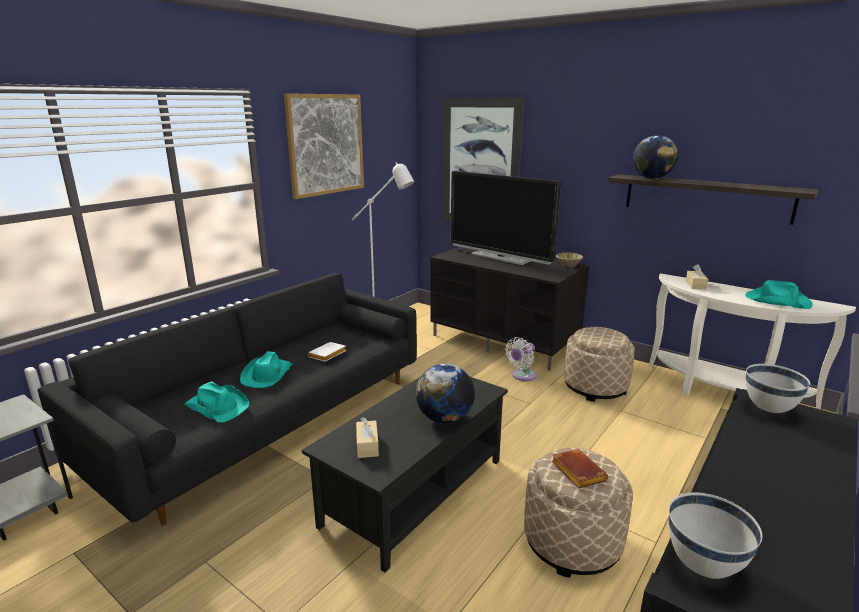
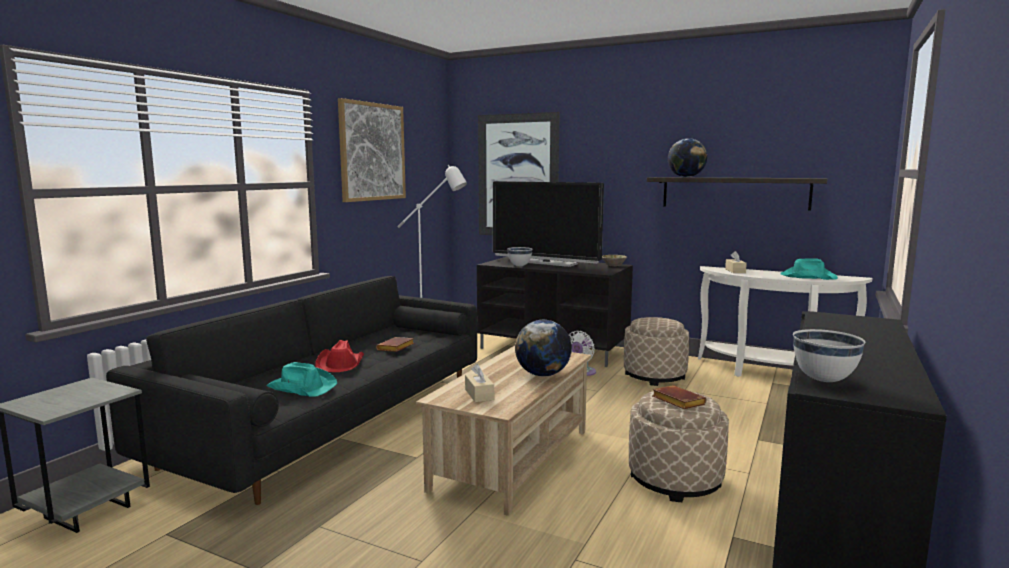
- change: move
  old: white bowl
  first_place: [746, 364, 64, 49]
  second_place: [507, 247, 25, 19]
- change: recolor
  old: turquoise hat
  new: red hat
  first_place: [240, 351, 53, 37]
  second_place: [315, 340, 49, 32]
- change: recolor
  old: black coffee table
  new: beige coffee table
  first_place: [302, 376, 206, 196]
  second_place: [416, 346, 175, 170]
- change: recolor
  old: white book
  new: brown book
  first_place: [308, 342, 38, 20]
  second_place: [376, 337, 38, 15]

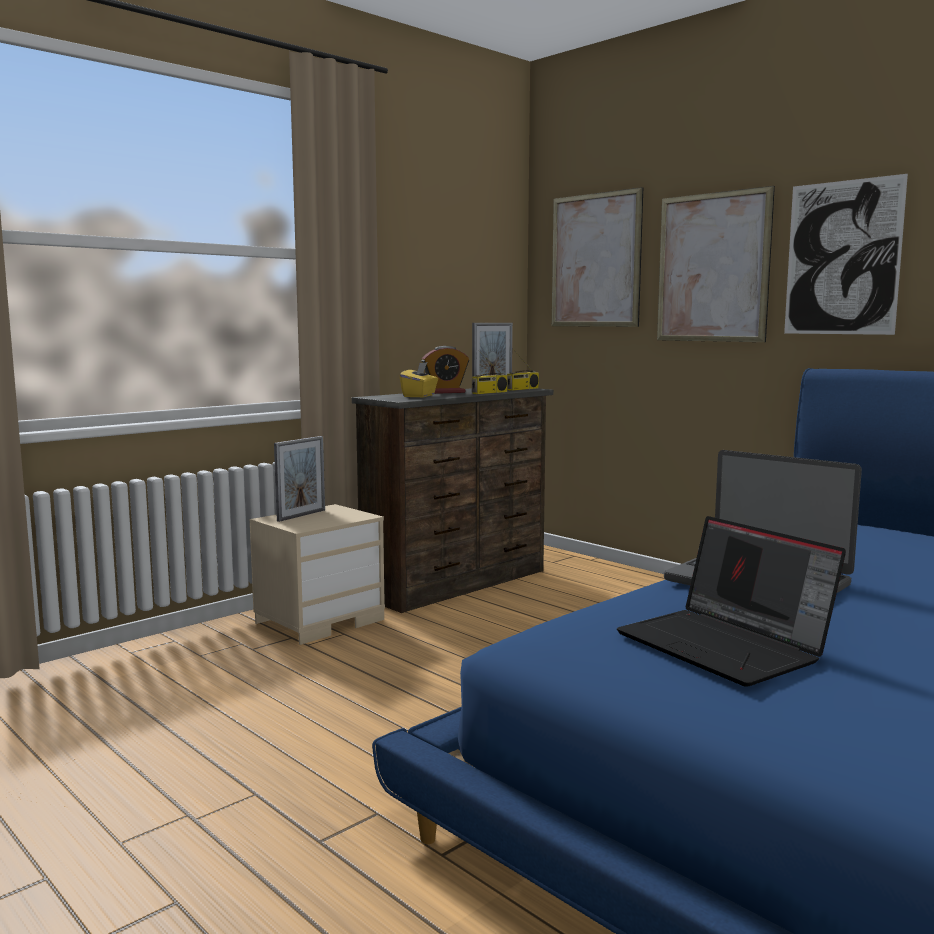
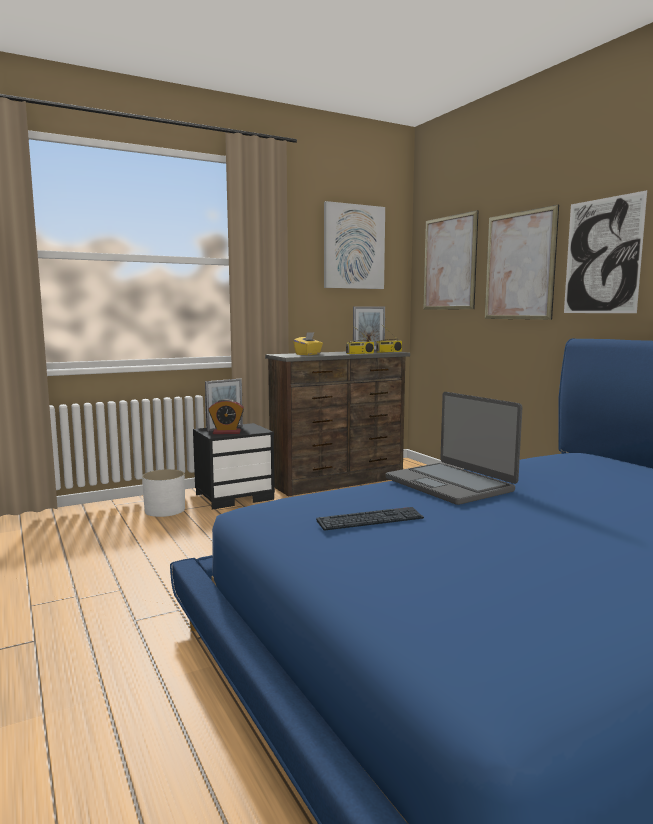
- change: insert
  new: white planter
  second_place: [142, 469, 43, 48]
- change: insert
  new: picture
  second_place: [324, 201, 61, 88]
- change: move
  old: alarm clock
  first_place: [422, 346, 47, 48]
  second_place: [208, 399, 36, 35]
- change: replace
  old: laptop
  new: keyboard
  first_place: [617, 516, 229, 171]
  second_place: [316, 507, 108, 24]
- change: recolor
  old: beige nightstand
  new: black nightstand
  first_place: [250, 504, 135, 141]
  second_place: [193, 423, 82, 87]

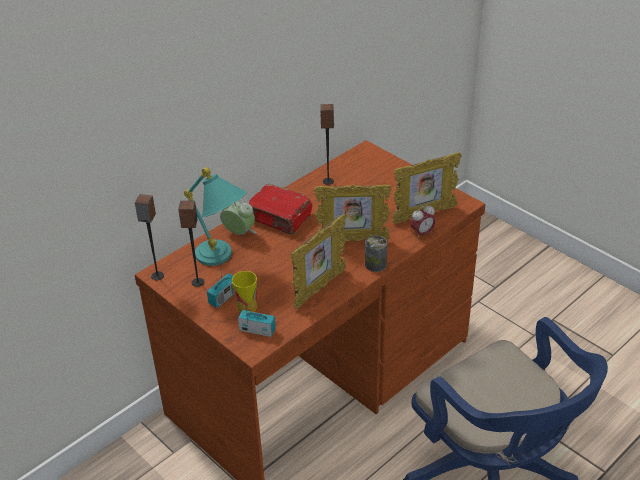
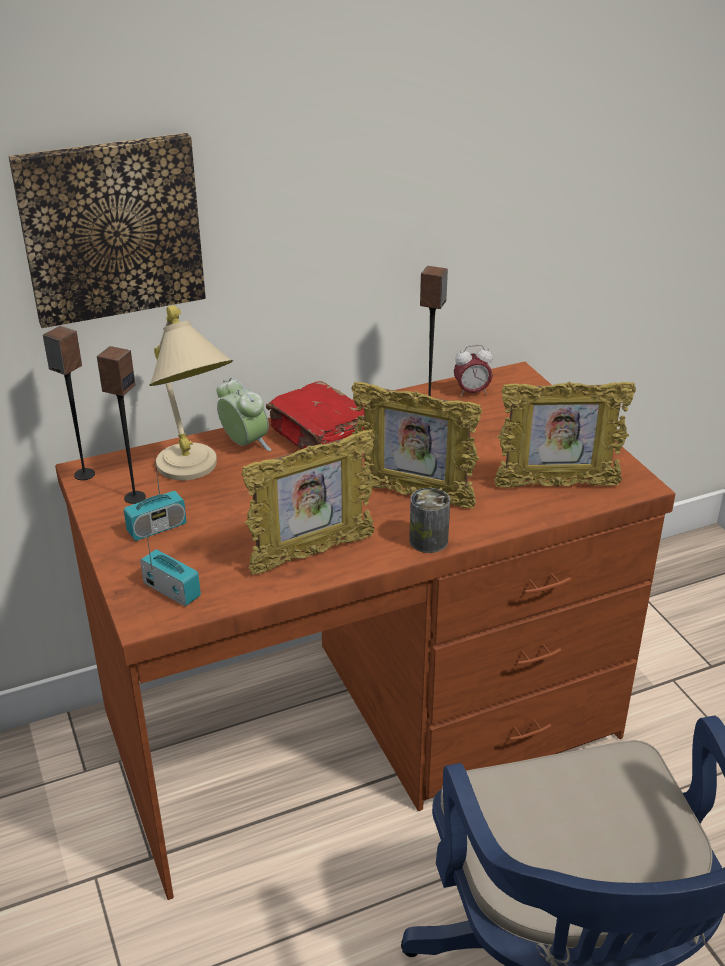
- change: delete
  old: cup
  first_place: [232, 271, 25, 42]
- change: insert
  new: picture
  second_place: [8, 133, 198, 195]
- change: move
  old: alarm clock
  first_place: [410, 205, 26, 34]
  second_place: [454, 345, 39, 52]
- change: recolor
  old: turquoise table lamp
  new: beige table lamp
  first_place: [184, 167, 63, 99]
  second_place: [149, 305, 84, 175]

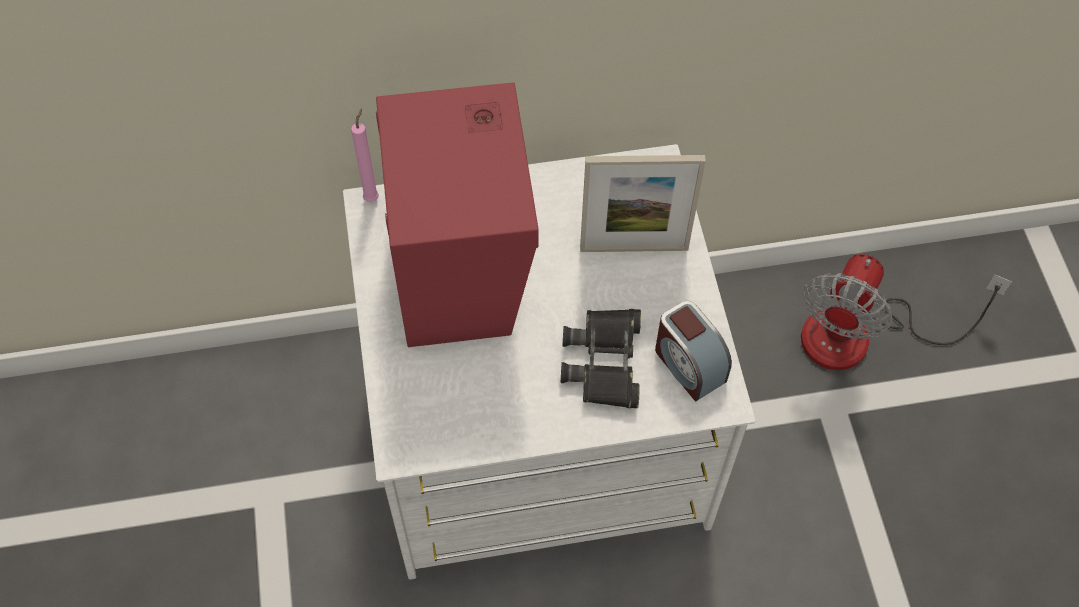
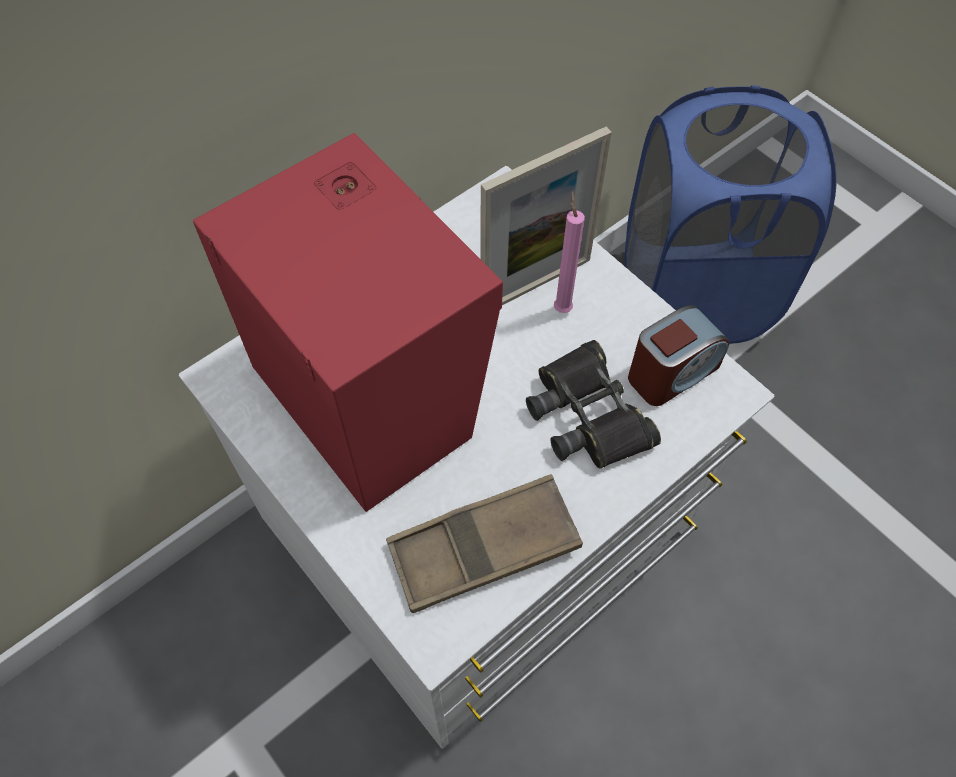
- change: insert
  new: brown tray
  second_place: [386, 474, 197, 139]
- change: move
  old: pink candle
  first_place: [351, 109, 28, 93]
  second_place: [554, 191, 31, 122]
- change: replace
  old: fan
  new: blue laundry basket
  first_place: [801, 254, 211, 116]
  second_place: [625, 85, 212, 259]
- change: rotate
  old: alarm clock
  first_place: [655, 301, 77, 100]
  second_place: [628, 305, 101, 101]
  degrees: -60

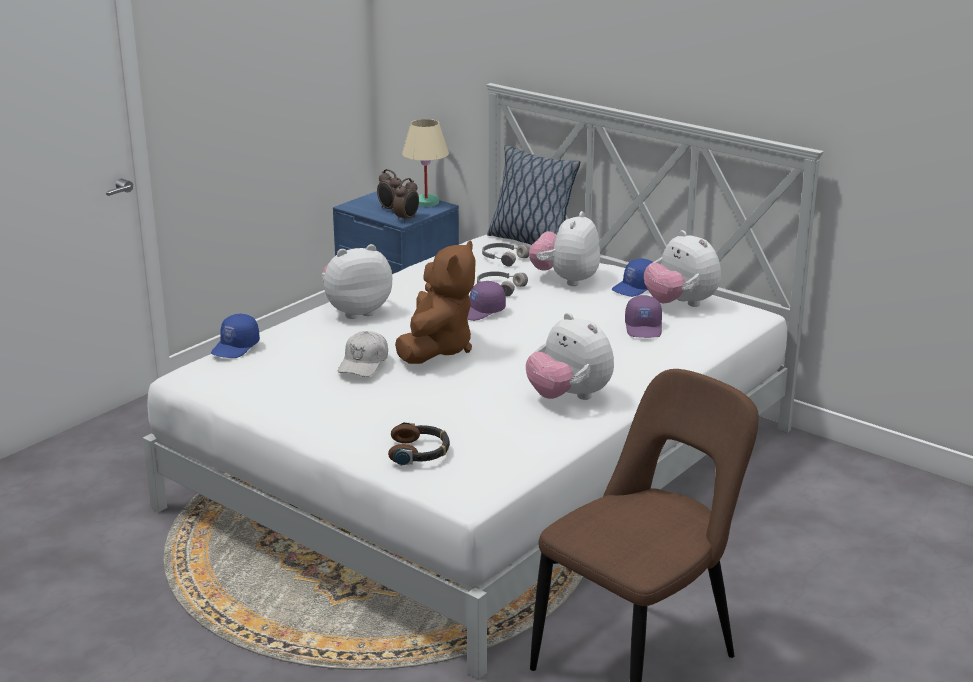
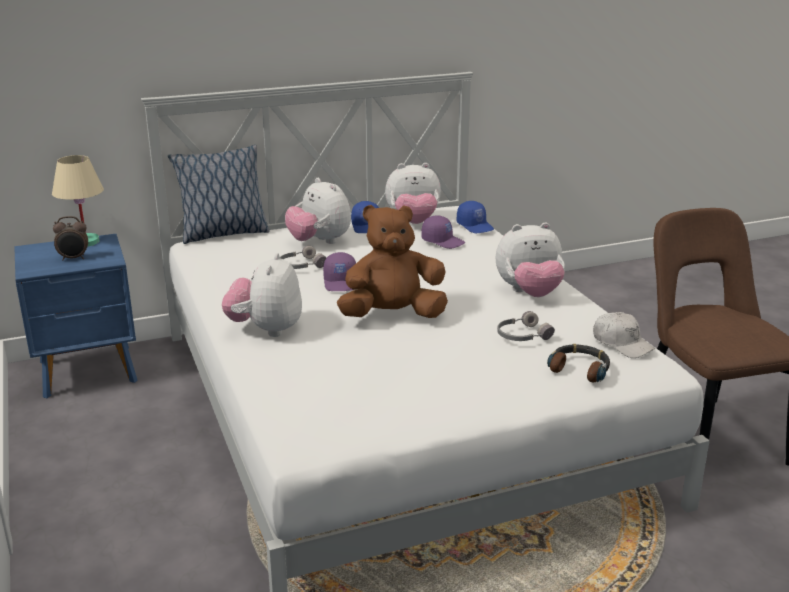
- change: delete
  old: alarm clock
  first_place: [393, 178, 26, 45]
- change: move
  old: blue cap
  first_place: [211, 314, 49, 44]
  second_place: [457, 201, 37, 32]
- change: move
  old: white cap
  first_place: [338, 331, 50, 46]
  second_place: [593, 312, 62, 46]
- change: move
  old: grey headphones
  first_place: [482, 243, 48, 24]
  second_place: [497, 311, 58, 30]
- change: rotate
  old: brown plush toy
  first_place: [395, 240, 81, 124]
  second_place: [337, 205, 111, 113]
  degrees: -60

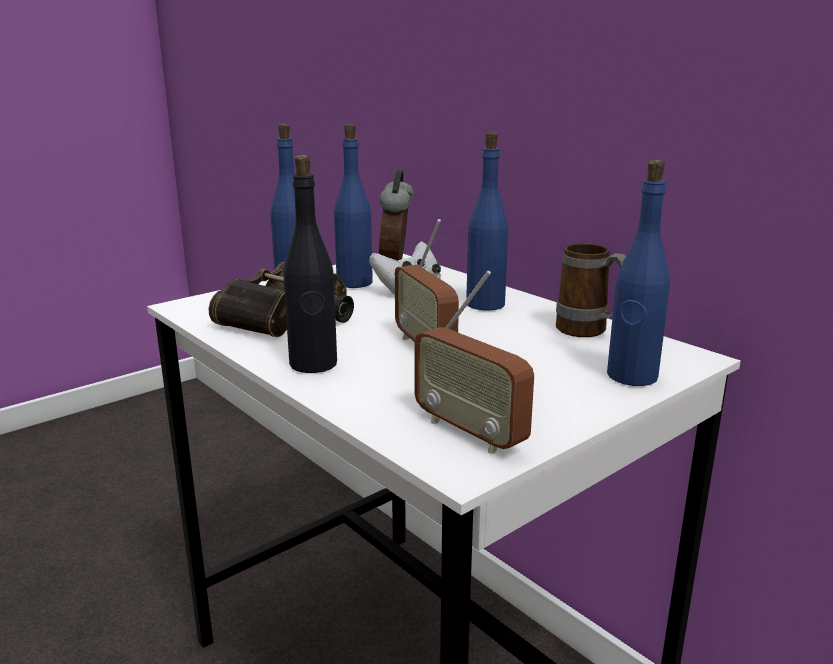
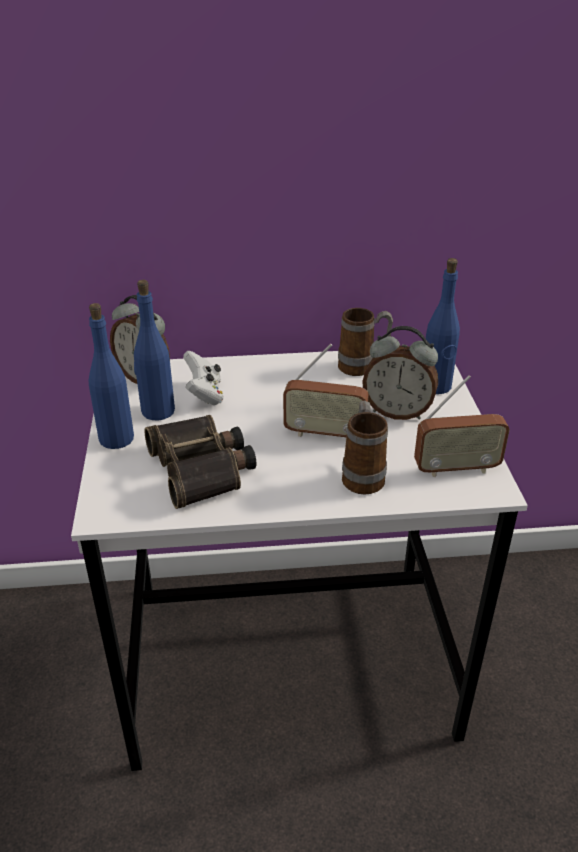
- change: delete
  old: black bottle
  first_place: [284, 155, 53, 218]
- change: delete
  old: blue bottle
  first_place: [466, 132, 42, 179]
- change: insert
  new: mug
  second_place: [342, 400, 46, 95]
- change: insert
  new: alarm clock
  second_place: [362, 326, 76, 94]

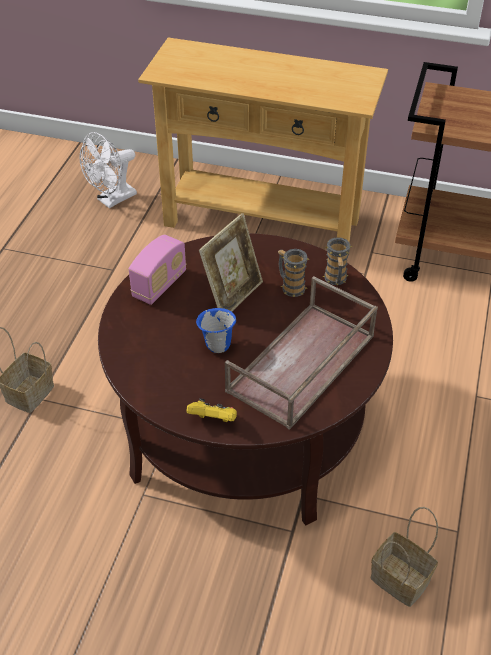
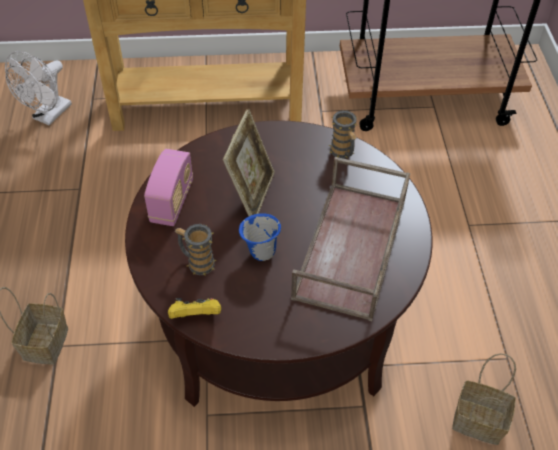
- change: move
  old: yellow game controller
  first_place: [186, 398, 51, 24]
  second_place: [168, 298, 53, 21]
- change: move
  old: mug
  first_place: [278, 249, 31, 48]
  second_place: [175, 224, 41, 51]

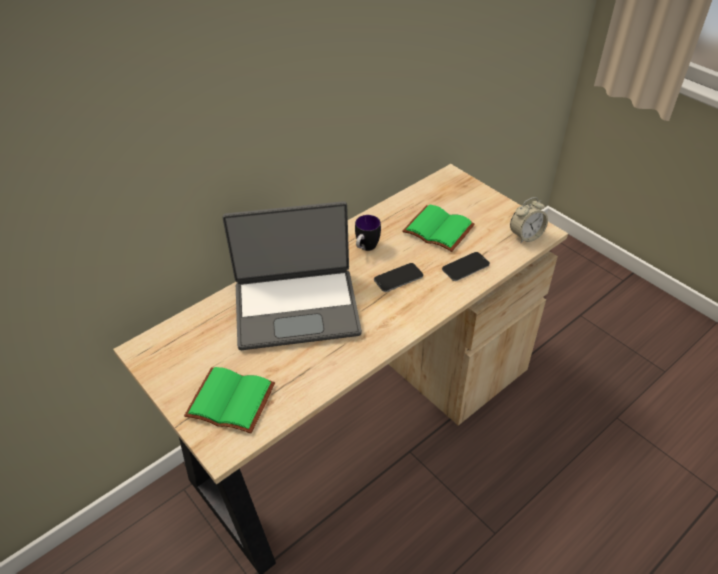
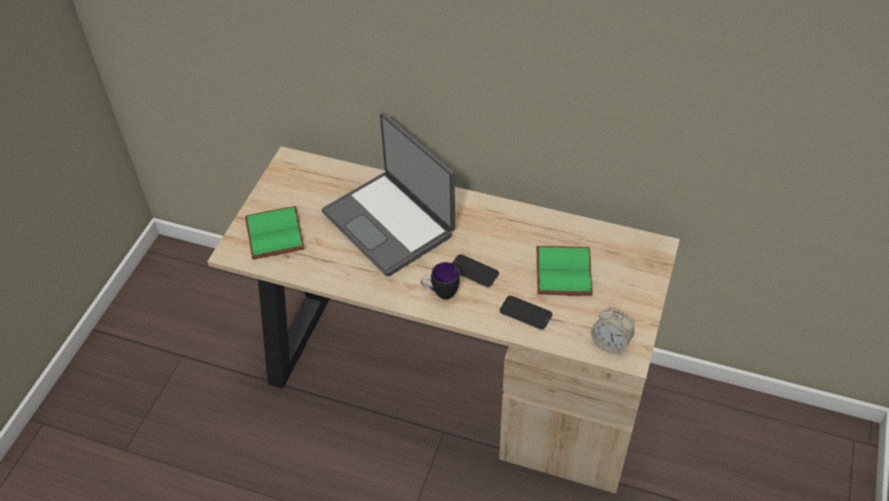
- change: move
  old: mug
  first_place: [355, 215, 26, 36]
  second_place: [420, 262, 40, 38]

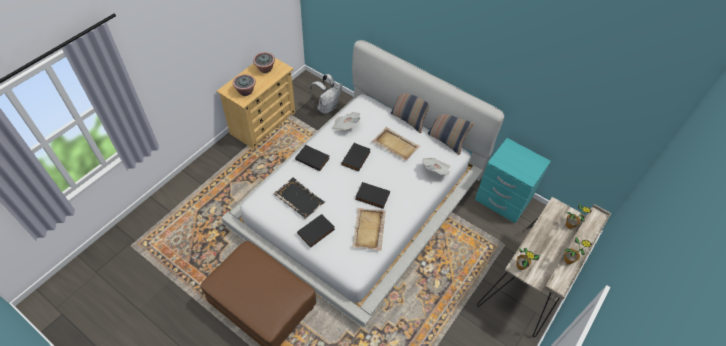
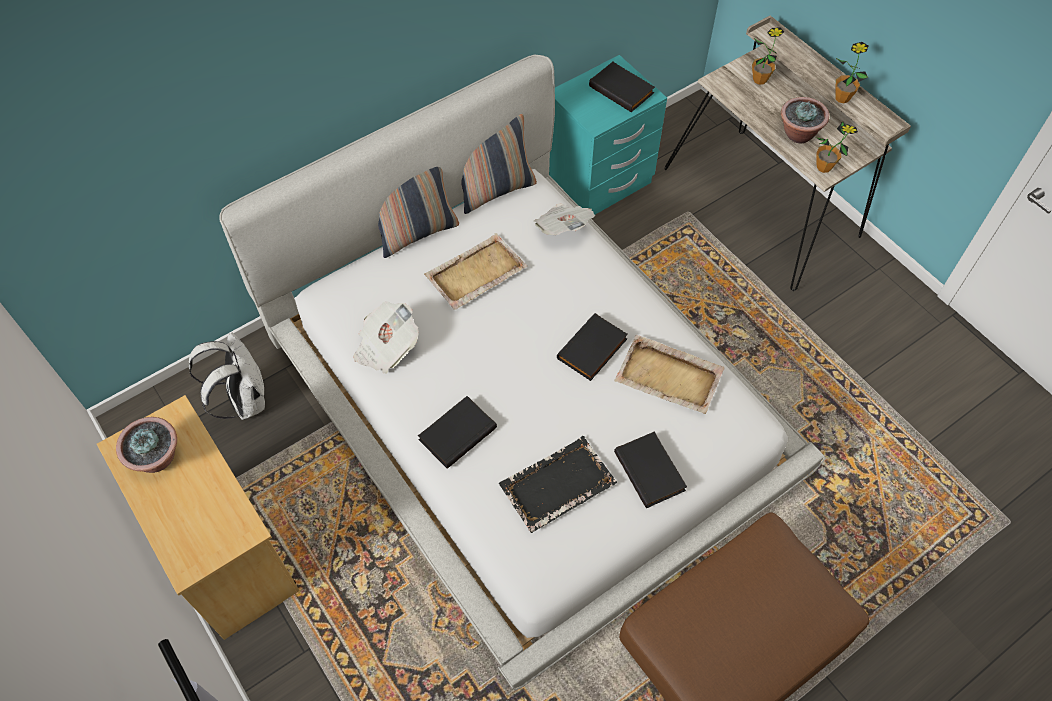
- change: move
  old: potted plant
  first_place: [233, 74, 23, 22]
  second_place: [781, 97, 48, 46]
- change: move
  old: black book
  first_place: [341, 143, 30, 29]
  second_place: [589, 62, 66, 51]

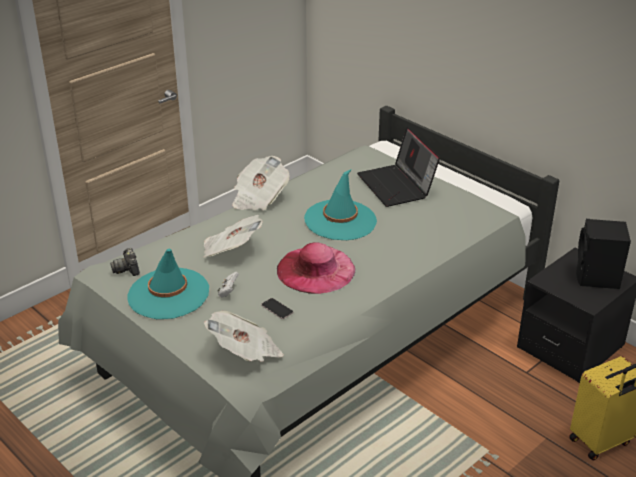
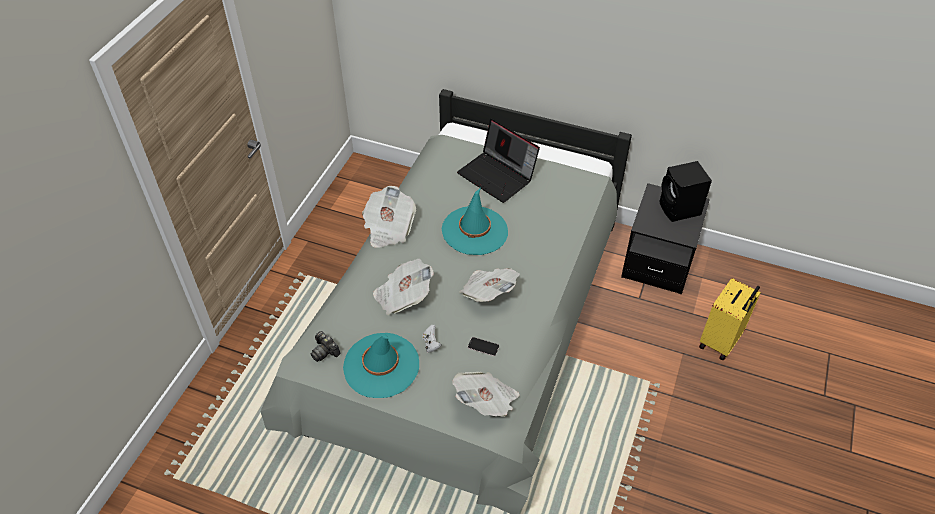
- change: replace
  old: pink hat
  new: newspaper
  first_place: [277, 242, 78, 52]
  second_place: [459, 268, 61, 34]

